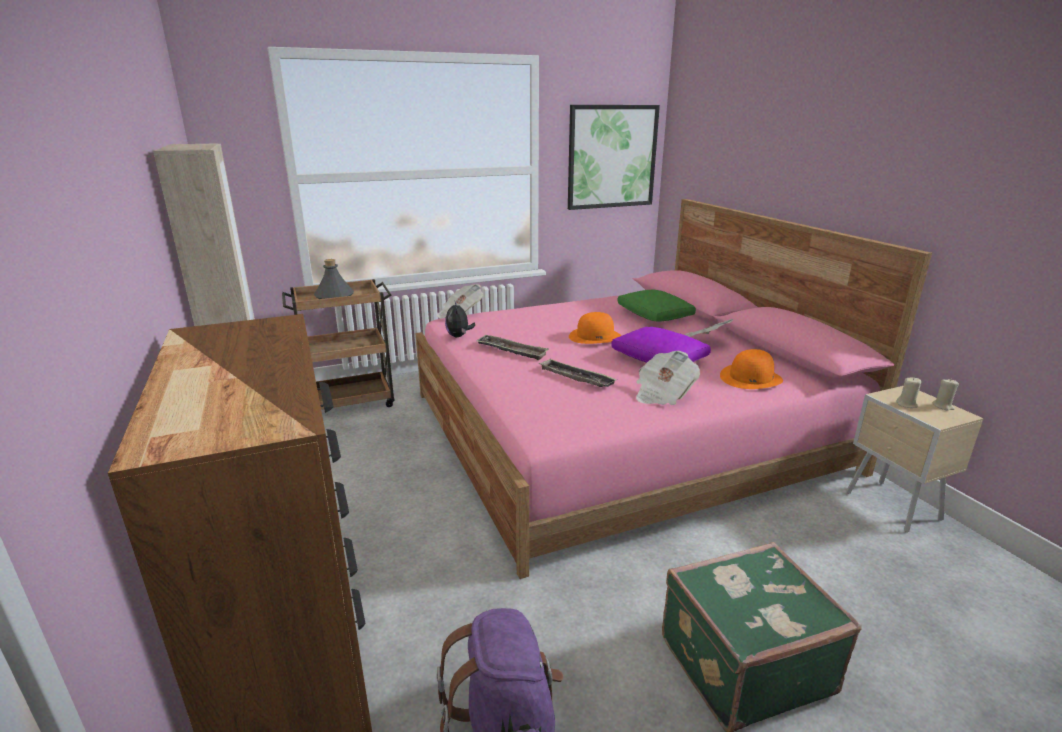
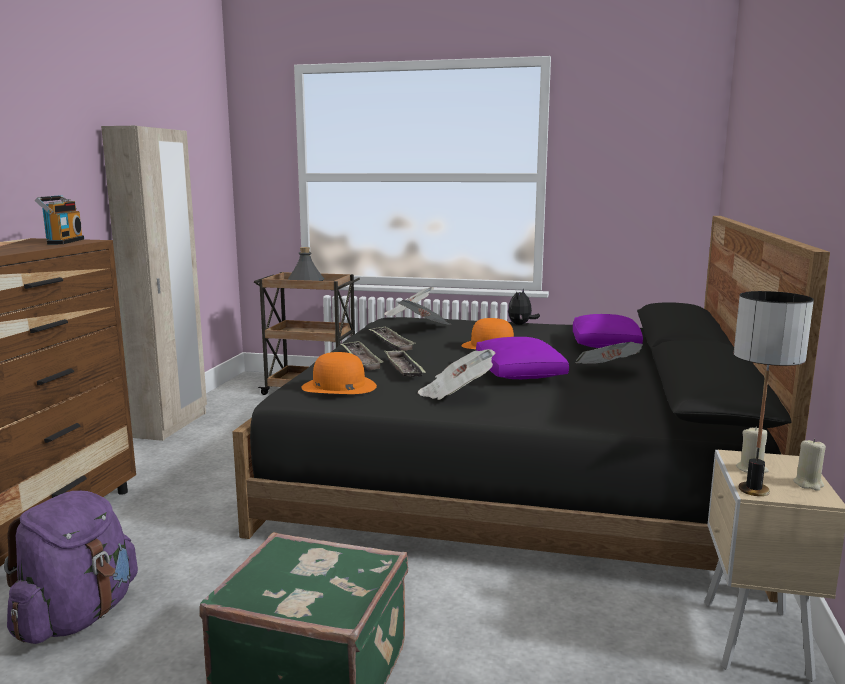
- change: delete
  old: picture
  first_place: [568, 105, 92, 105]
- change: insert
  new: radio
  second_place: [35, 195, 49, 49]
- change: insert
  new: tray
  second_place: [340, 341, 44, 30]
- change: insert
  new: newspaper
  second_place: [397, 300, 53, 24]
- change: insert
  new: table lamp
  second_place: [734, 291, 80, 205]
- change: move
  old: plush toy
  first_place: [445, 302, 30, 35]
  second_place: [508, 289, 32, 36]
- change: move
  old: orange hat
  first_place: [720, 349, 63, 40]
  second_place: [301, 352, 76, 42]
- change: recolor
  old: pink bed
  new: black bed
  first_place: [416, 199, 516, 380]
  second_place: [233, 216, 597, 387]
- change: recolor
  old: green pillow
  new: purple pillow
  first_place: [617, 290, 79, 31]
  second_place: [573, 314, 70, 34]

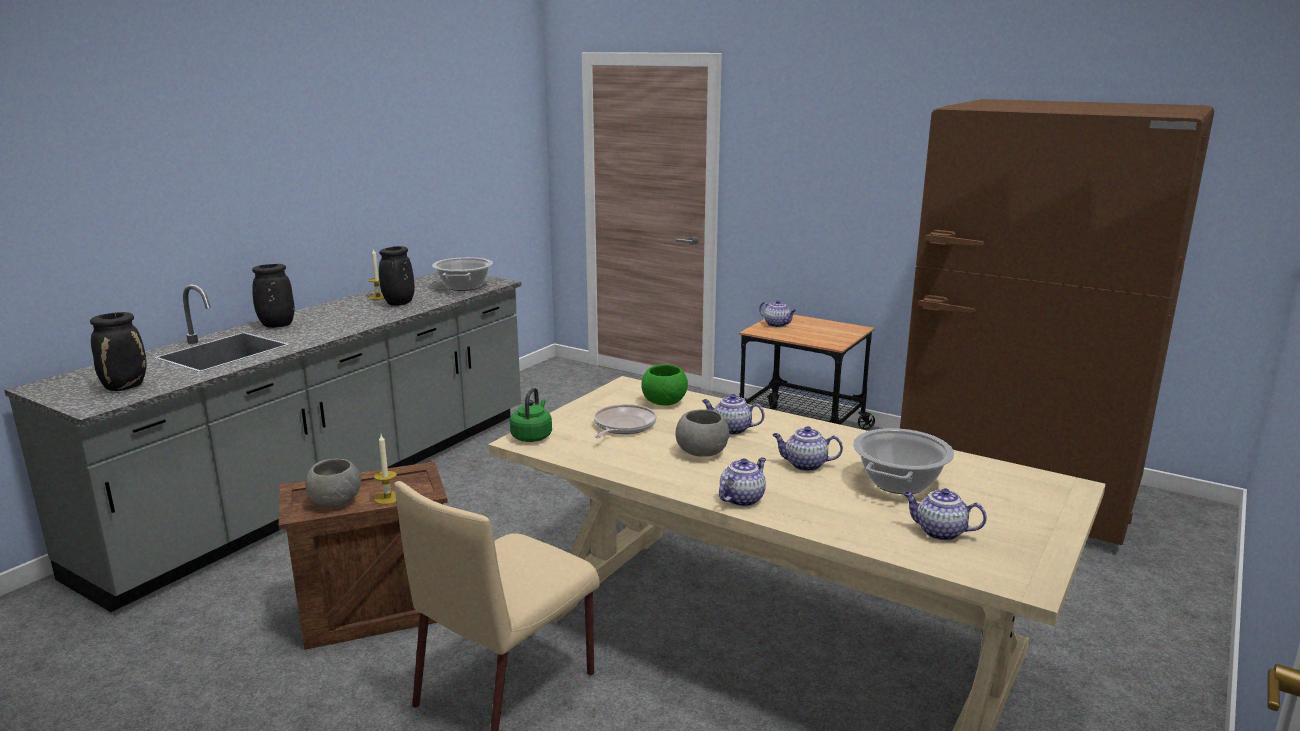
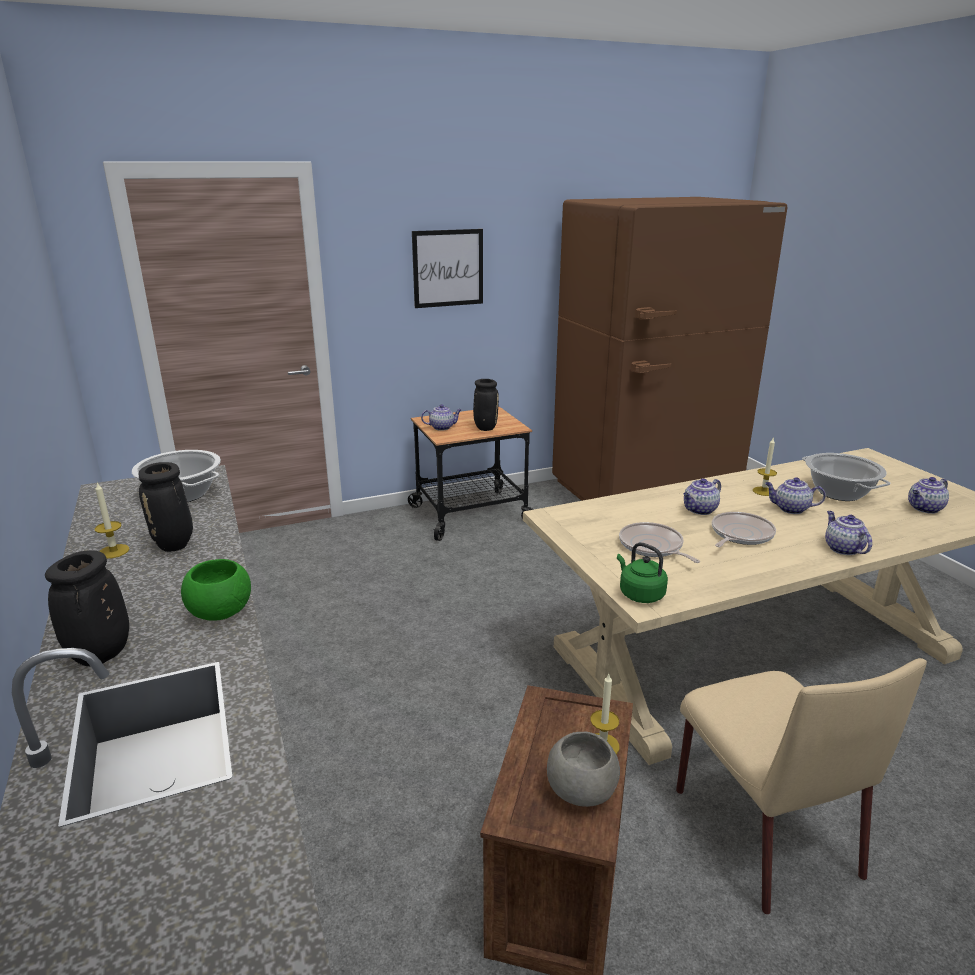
- change: insert
  new: picture
  second_place: [412, 229, 71, 79]
- change: insert
  new: candle
  second_place: [753, 438, 24, 58]
- change: move
  old: black vase
  first_place: [90, 312, 57, 79]
  second_place: [473, 379, 26, 52]
- change: move
  old: green bowl
  first_place: [641, 364, 47, 42]
  second_place: [181, 559, 70, 62]
- change: replace
  old: grey bowl
  new: frying pan
  first_place: [675, 409, 54, 48]
  second_place: [712, 512, 64, 35]
- change: rotate
  old: teapot
  first_place: [773, 426, 70, 45]
  second_place: [765, 477, 61, 37]
  degrees: 60

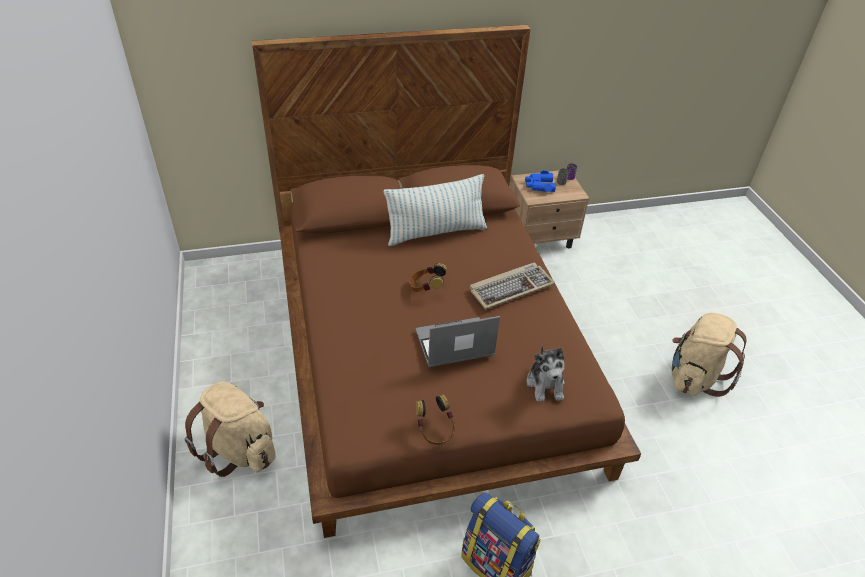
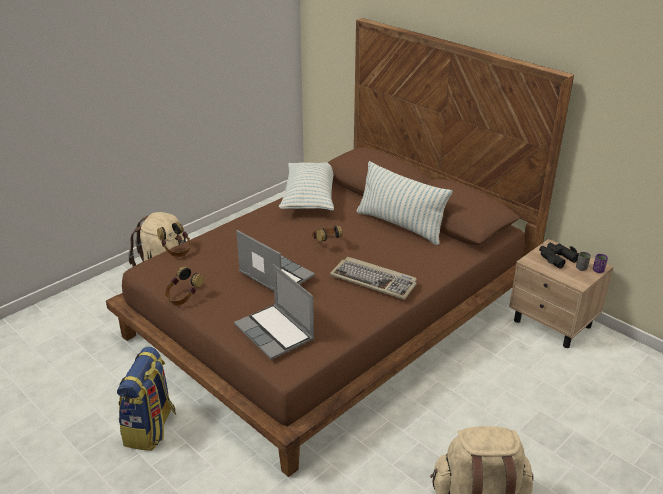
- change: insert
  new: headphones
  second_place: [157, 222, 34, 35]
- change: insert
  new: pillow
  second_place: [279, 162, 55, 49]
- change: replace
  old: plush toy
  new: laptop
  first_place: [527, 345, 38, 57]
  second_place: [234, 264, 81, 96]
- change: recolor
  old: blue binoculars
  new: black binoculars
  first_place: [525, 170, 31, 22]
  second_place: [539, 243, 40, 26]

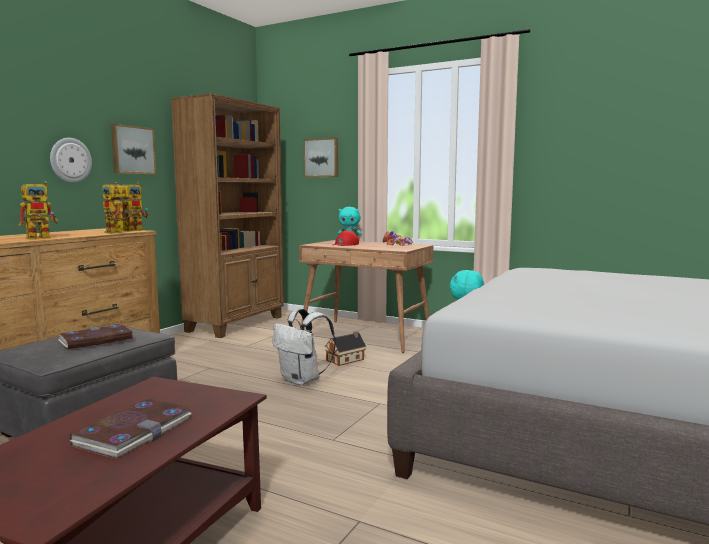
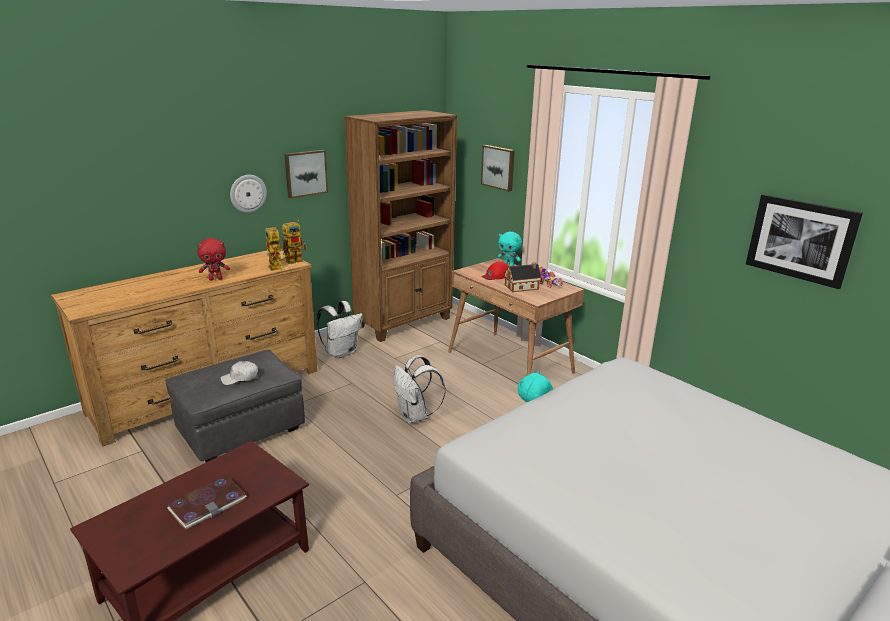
- change: insert
  new: white backpack
  second_place: [317, 301, 46, 57]
- change: insert
  new: picture
  second_place: [746, 194, 117, 95]
- change: move
  old: toy house
  first_place: [325, 331, 41, 35]
  second_place: [504, 262, 38, 30]
- change: replace
  old: toy robot
  new: red plush toy
  first_place: [19, 181, 39, 58]
  second_place: [197, 238, 33, 43]
- change: replace
  old: book
  new: white cap
  first_place: [58, 325, 75, 24]
  second_place: [221, 361, 37, 24]

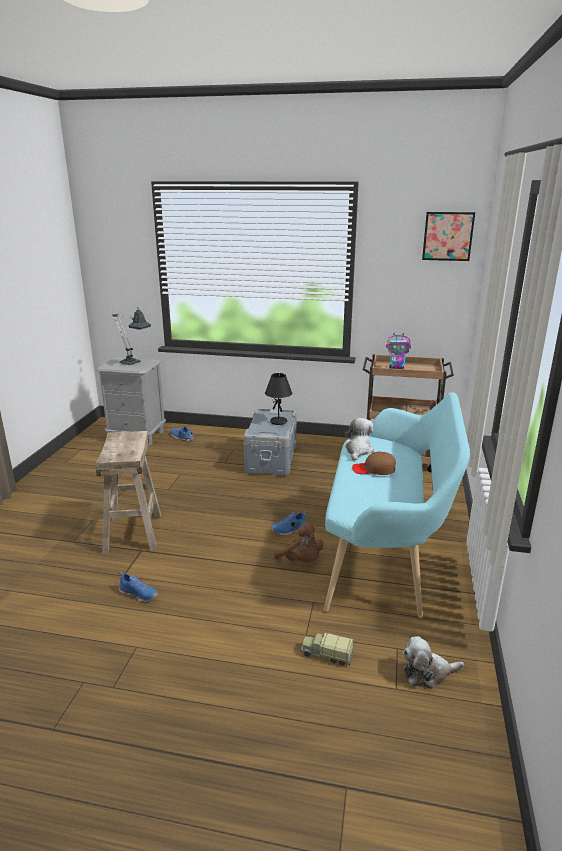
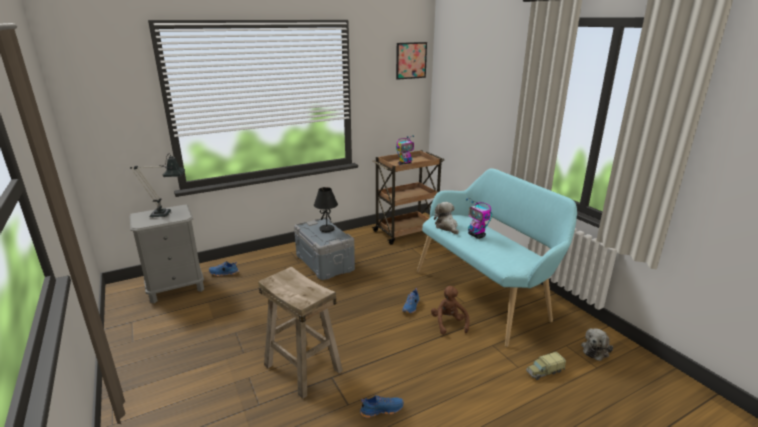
- change: replace
  old: brown cap
  new: toy robot
  first_place: [352, 452, 44, 23]
  second_place: [466, 198, 26, 41]
- change: rotate
  old: brown plush toy
  first_place: [274, 522, 49, 40]
  second_place: [431, 286, 38, 49]
  degrees: -105

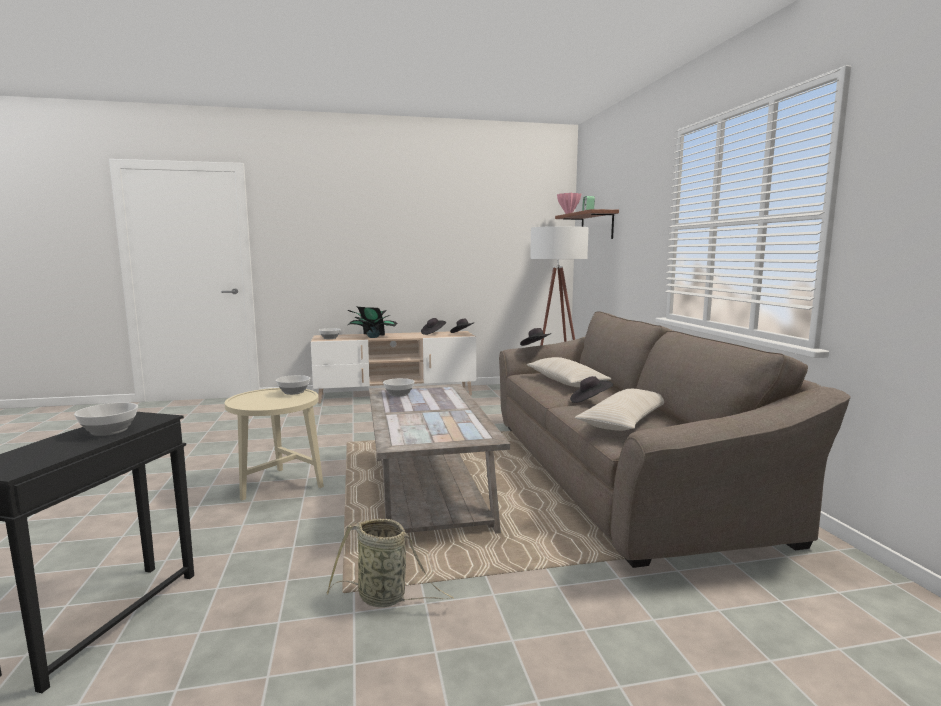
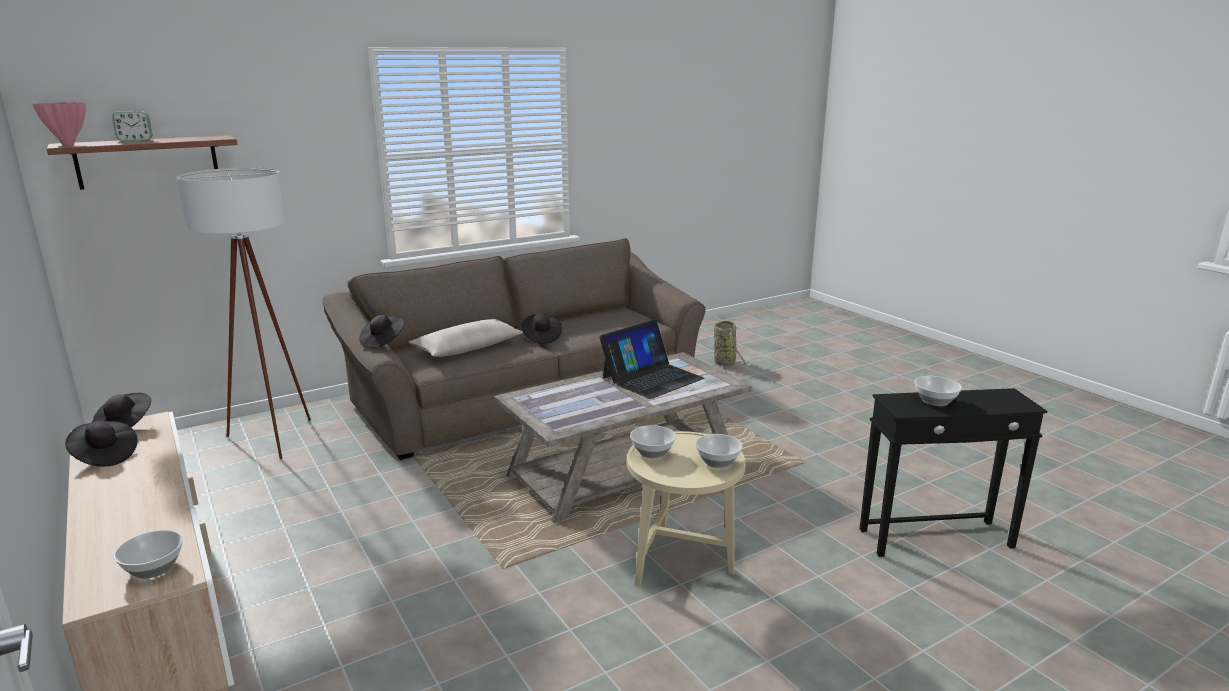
- change: delete
  old: potted plant
  first_place: [347, 307, 51, 31]
- change: delete
  old: beige pillow
  first_place: [575, 389, 89, 42]
- change: insert
  new: laptop
  second_place: [599, 319, 106, 80]
- change: move
  old: basket
  first_place: [327, 519, 127, 88]
  second_place: [713, 320, 33, 50]
- change: move
  old: bowl
  first_place: [383, 378, 32, 19]
  second_place: [695, 434, 47, 34]

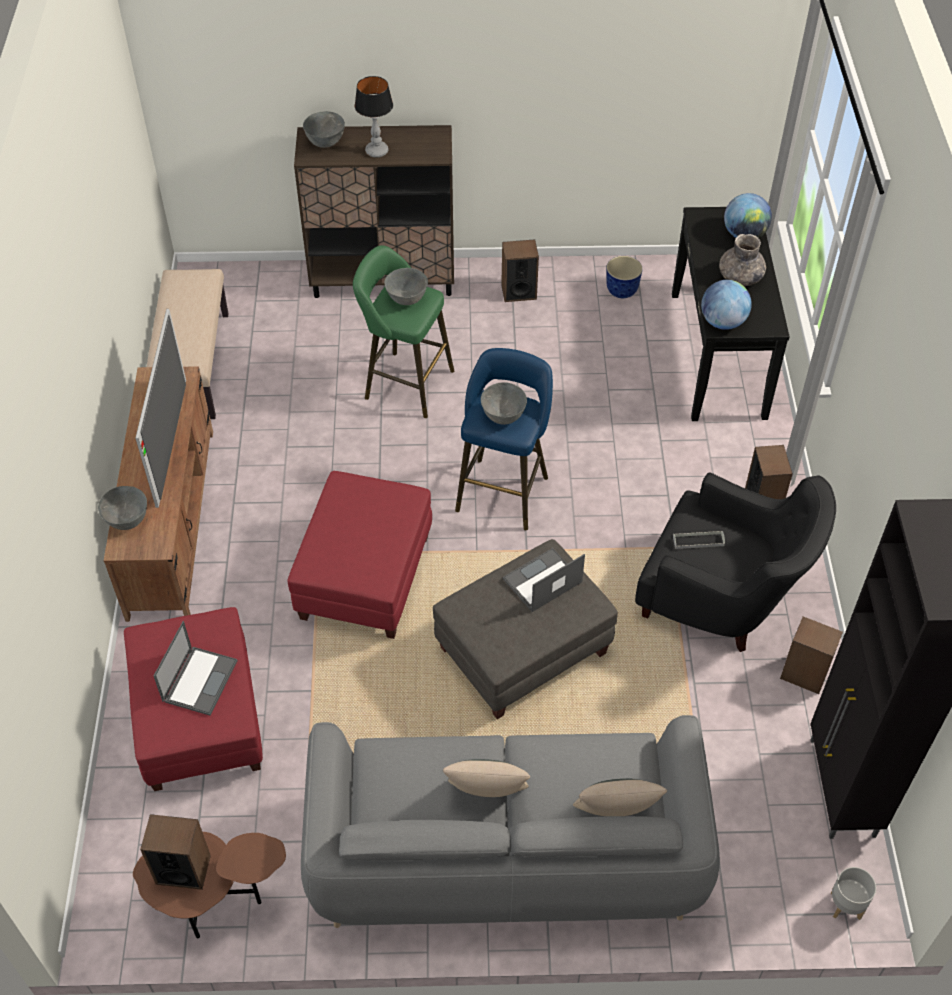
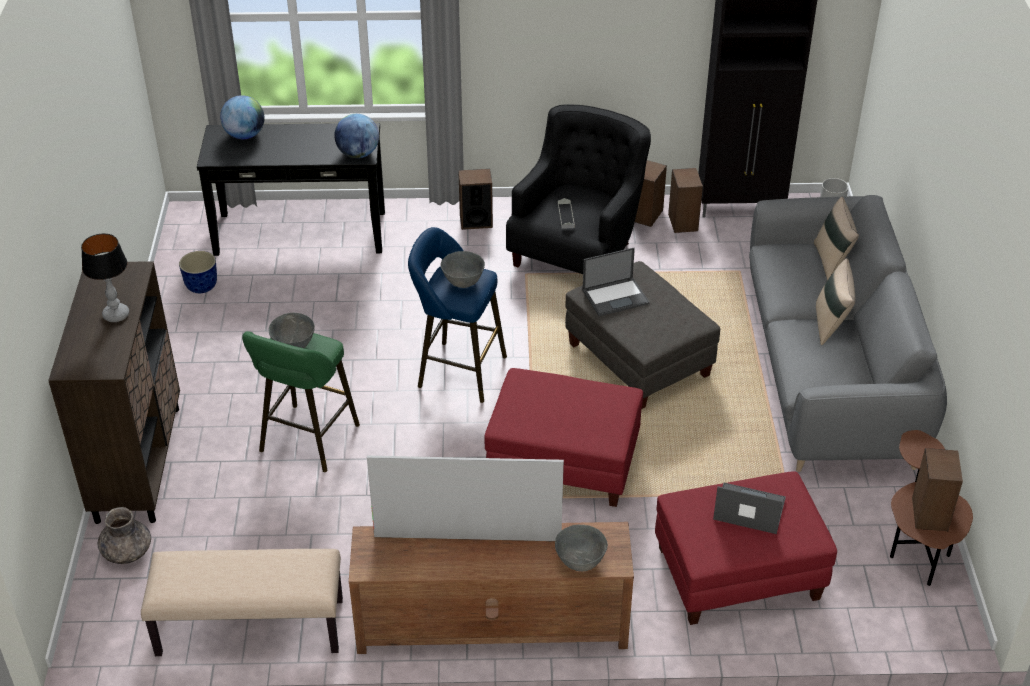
- change: delete
  old: grey bowl
  first_place: [303, 111, 42, 37]
- change: move
  old: speaker
  first_place: [501, 239, 38, 63]
  second_place: [668, 168, 35, 65]
- change: move
  old: grey vase
  first_place: [719, 234, 47, 52]
  second_place: [97, 507, 54, 57]
- change: rotate
  old: laptop
  first_place: [503, 548, 82, 64]
  second_place: [583, 248, 66, 68]
  degrees: -75

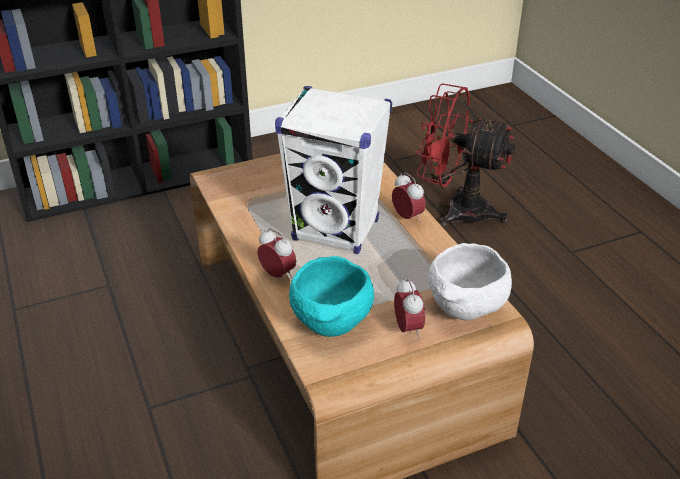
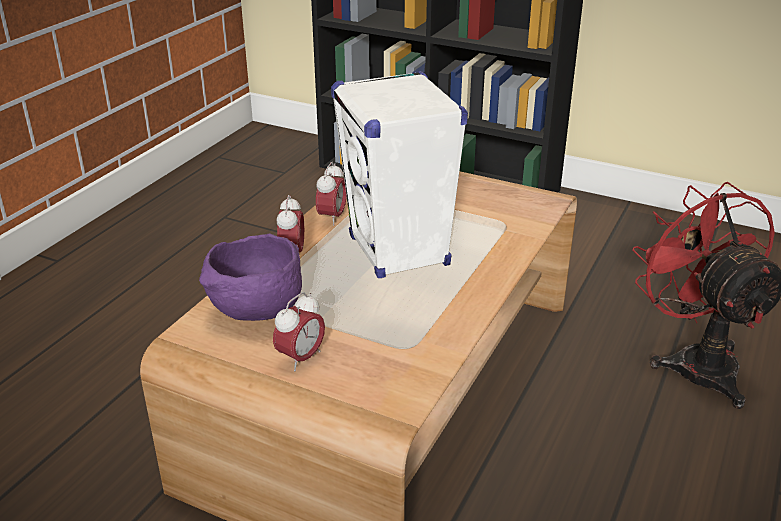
- change: delete
  old: white bowl
  first_place: [428, 243, 84, 77]
- change: move
  old: alarm clock
  first_place: [392, 173, 34, 49]
  second_place: [316, 162, 31, 64]
- change: recolor
  old: turquoise bowl
  new: purple bowl
  first_place: [289, 256, 85, 81]
  second_place: [199, 233, 103, 88]

